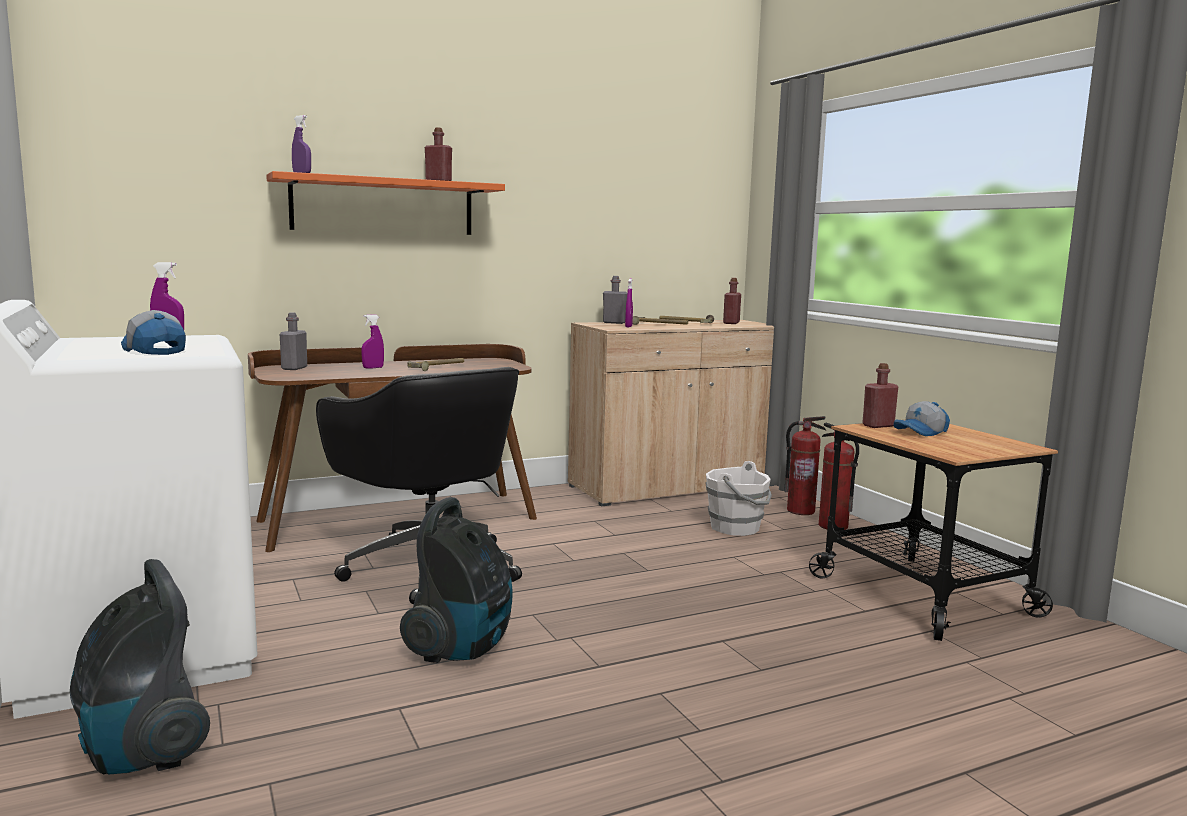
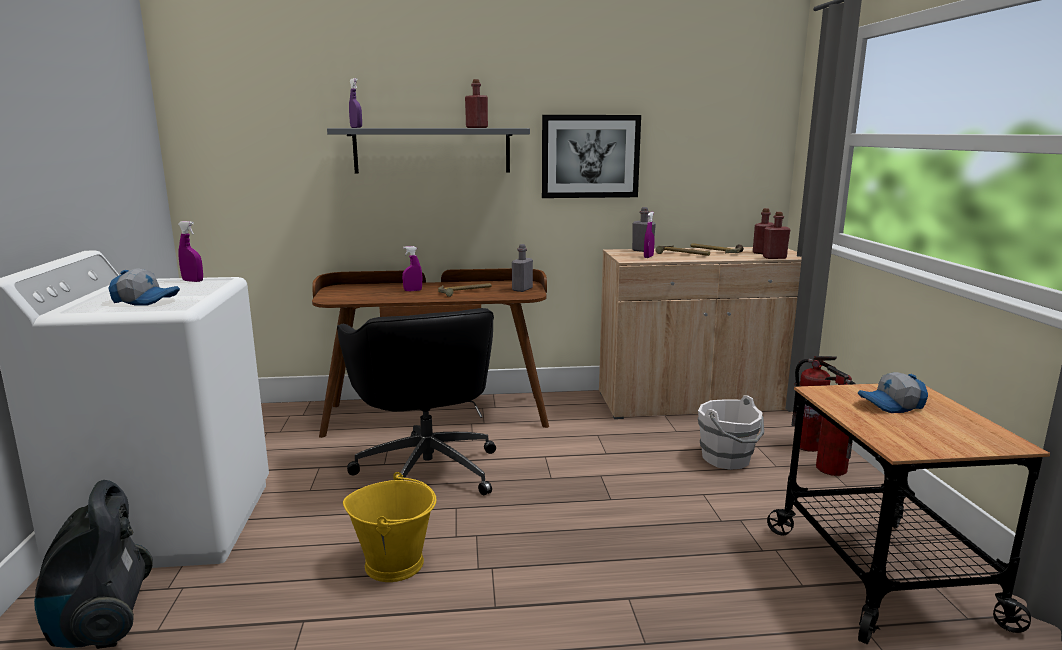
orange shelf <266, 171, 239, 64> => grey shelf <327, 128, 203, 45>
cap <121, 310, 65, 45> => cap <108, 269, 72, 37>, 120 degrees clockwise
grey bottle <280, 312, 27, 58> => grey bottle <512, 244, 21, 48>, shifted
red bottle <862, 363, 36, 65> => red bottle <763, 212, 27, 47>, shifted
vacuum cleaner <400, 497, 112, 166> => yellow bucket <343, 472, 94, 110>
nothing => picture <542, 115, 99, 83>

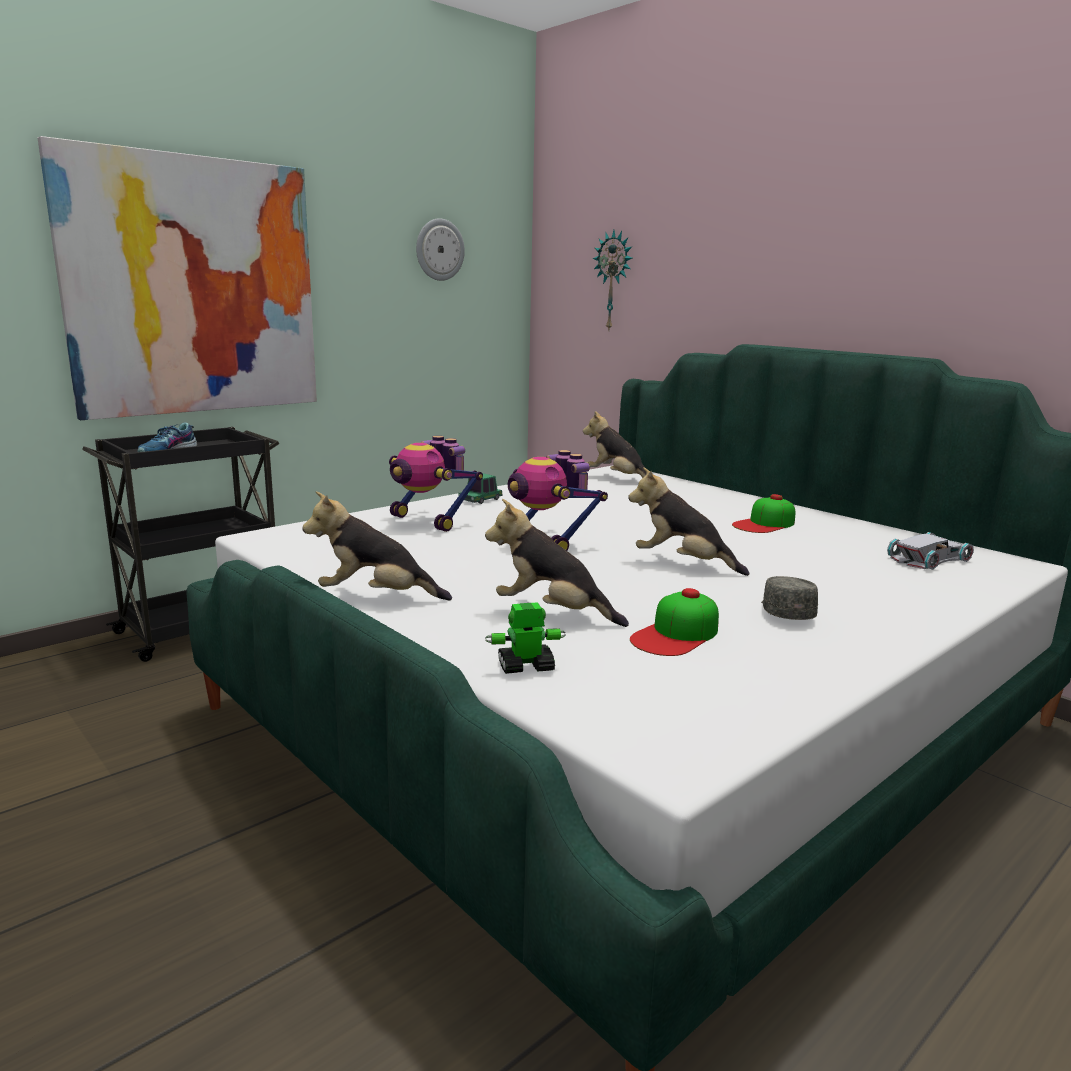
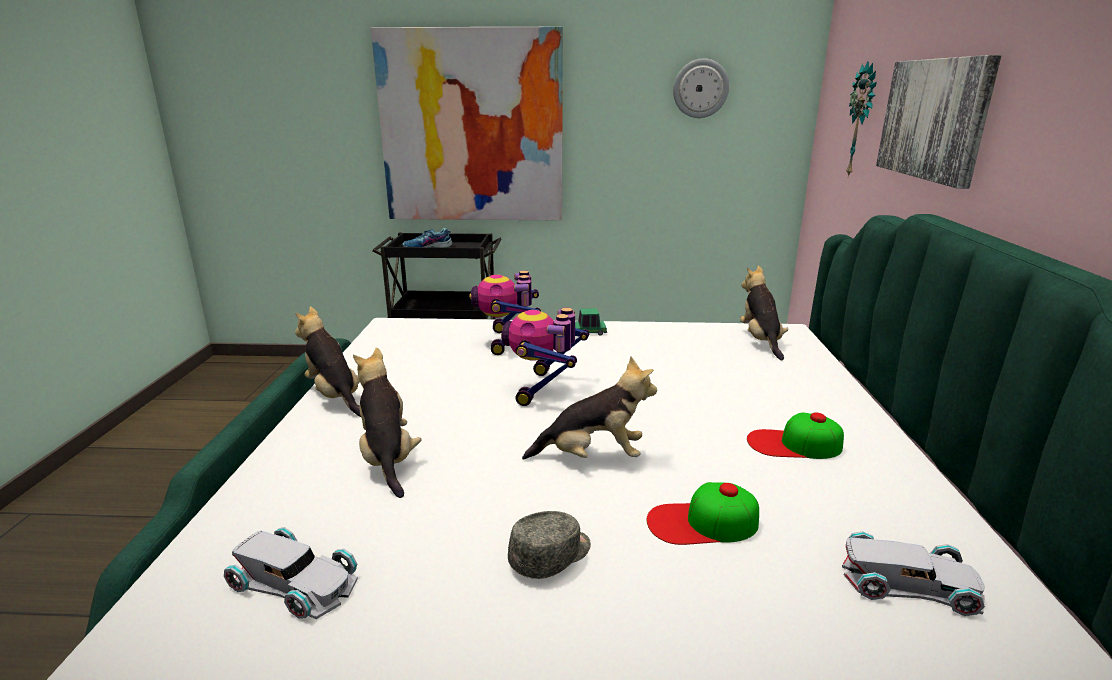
plush toy <628, 467, 121, 109> => plush toy <522, 357, 135, 103>, 105 degrees clockwise
cap <630, 588, 89, 68> => cap <647, 482, 112, 63>, shifted
toy robot <485, 602, 81, 72> => nothing
nothing => picture <876, 55, 125, 134>
nothing => white toy car <224, 527, 134, 92>

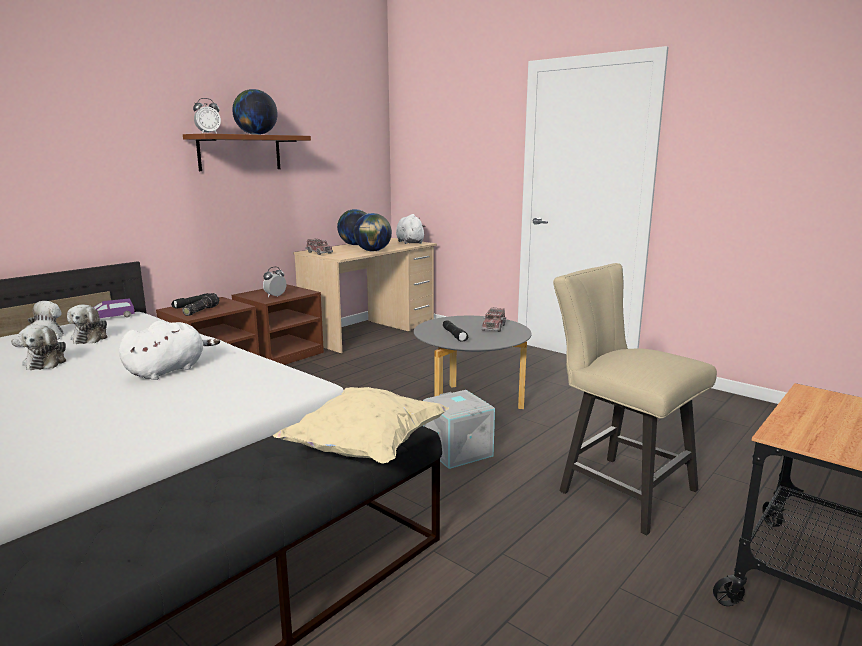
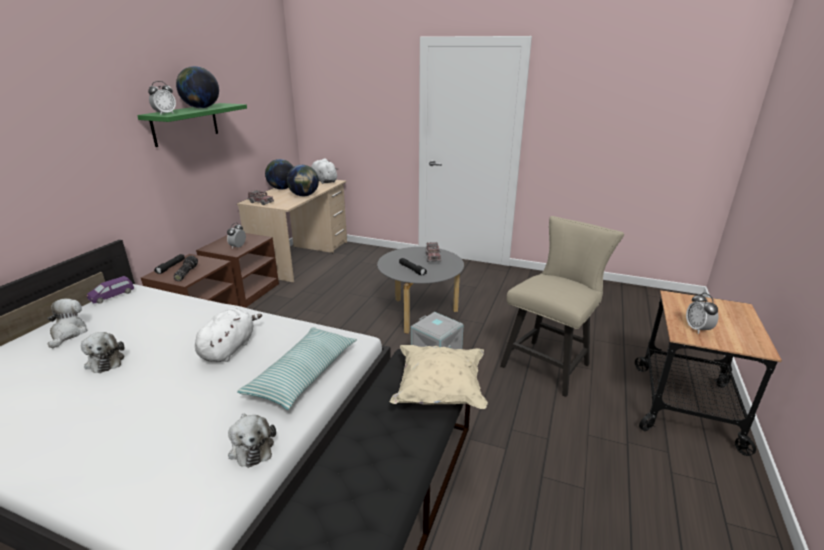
brown shelf <183, 133, 128, 38> => green shelf <137, 103, 110, 44>
beige chair <553, 263, 164, 273> => beige chair <500, 216, 124, 181>, 105 degrees clockwise
plush toy <67, 305, 41, 39> => plush toy <228, 414, 48, 54>, shifted
nothing => alarm clock <686, 293, 33, 41>
nothing => pillow <237, 327, 120, 83>

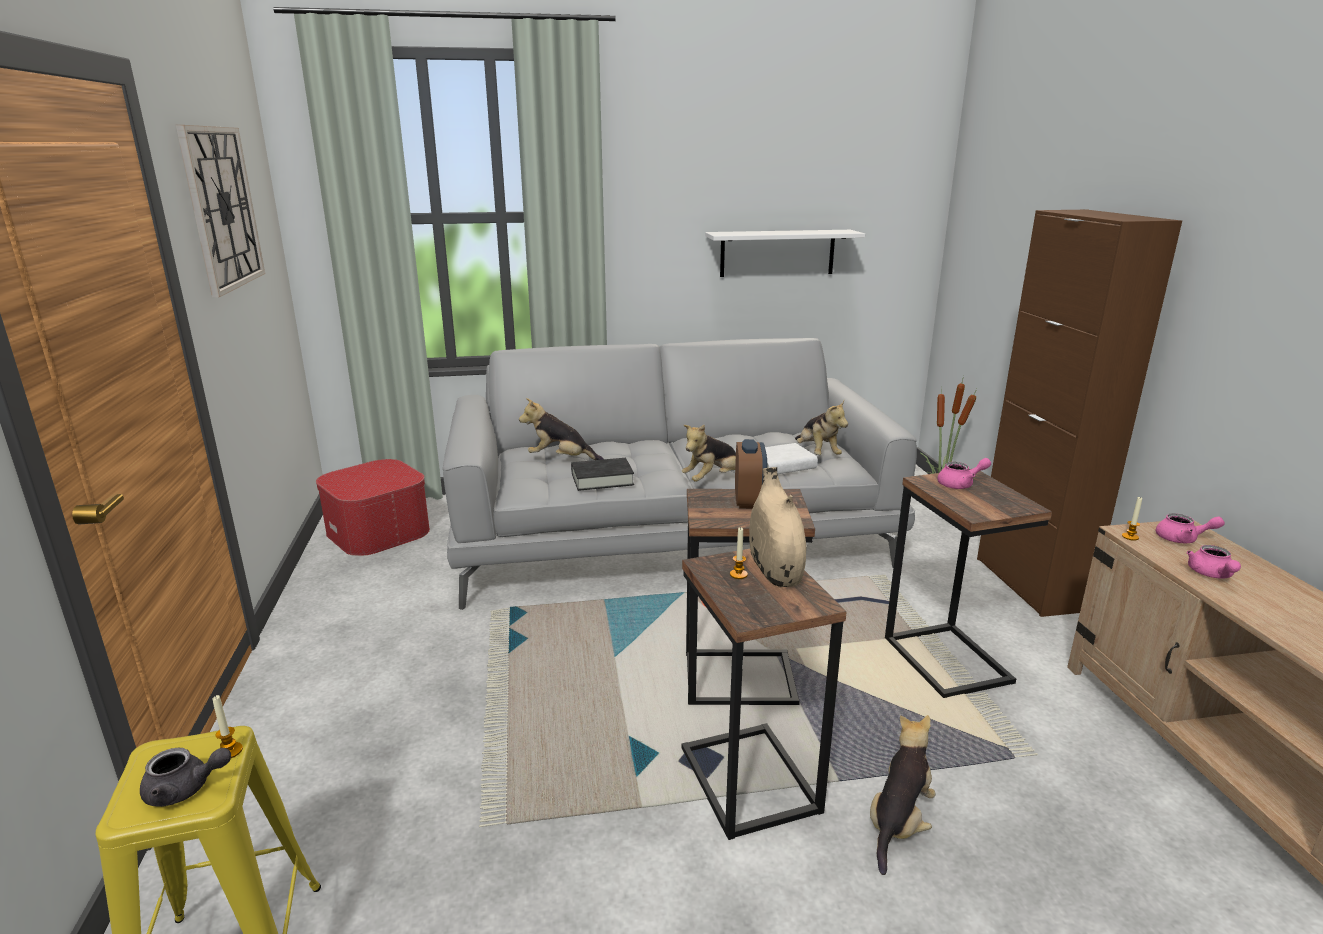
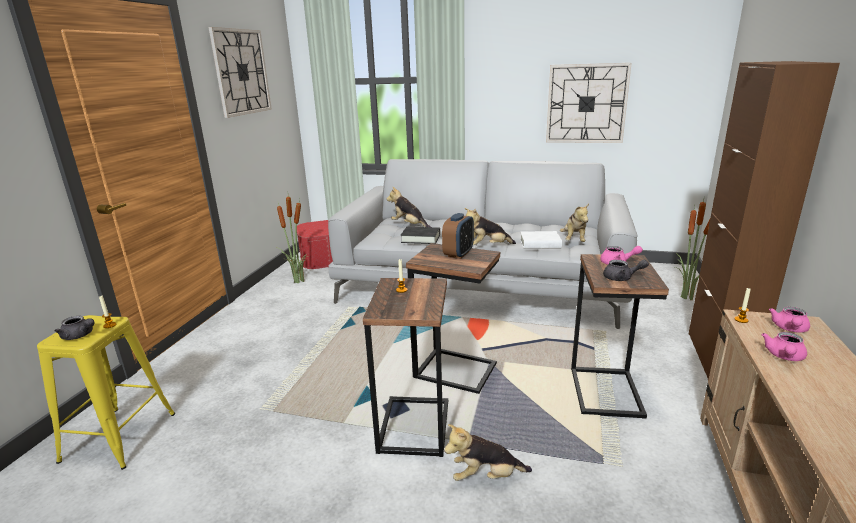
white shelf <705, 230, 160, 47> => wall clock <546, 63, 86, 80>
beige vase <749, 467, 57, 120> => nothing
pink teapot <1156, 513, 69, 30> => pink teapot <769, 307, 41, 26>, 75 degrees clockwise
plush toy <870, 715, 66, 160> => plush toy <444, 424, 88, 57>, 150 degrees counterclockwise
nothing => potted plant <276, 196, 32, 87>
nothing => grey teapot <603, 260, 46, 21>

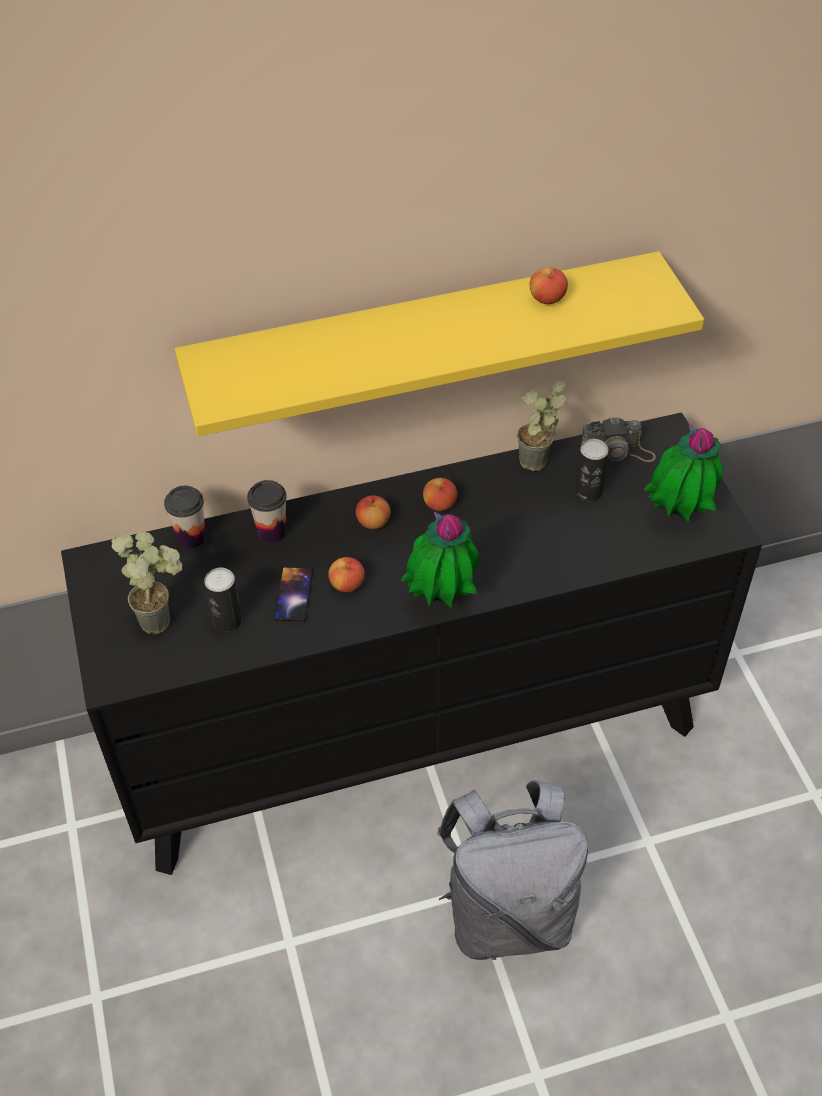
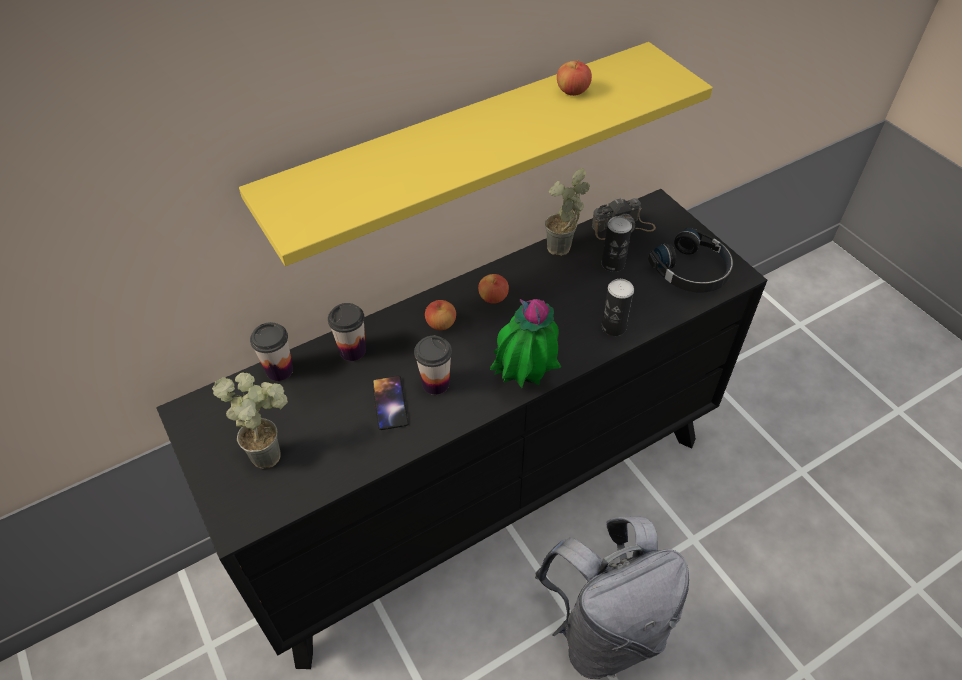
potted plant <644, 424, 79, 97> => black headphones <648, 228, 85, 65>
apple <328, 557, 37, 35> => cup <414, 336, 38, 59>
can <204, 568, 38, 64> => can <602, 279, 32, 57>, shifted

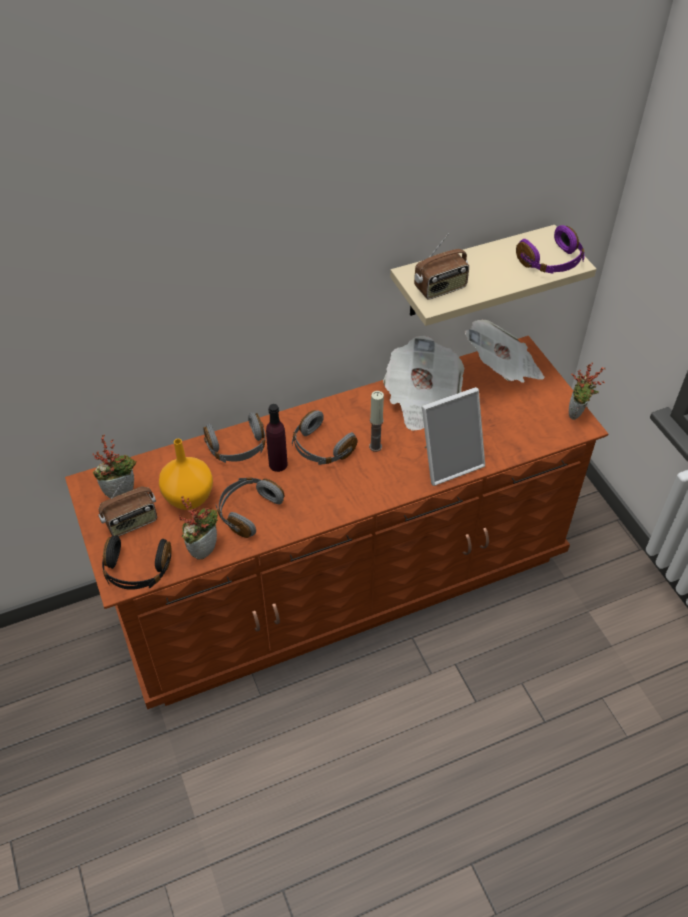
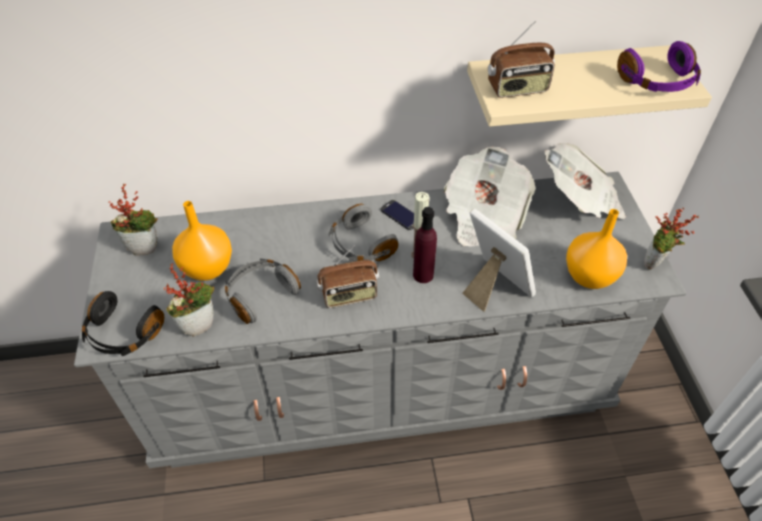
brown dresser <65, 336, 543, 374> => grey dresser <74, 172, 613, 296>
picture frame <422, 387, 63, 99> => picture frame <462, 209, 74, 103>, 120 degrees counterclockwise
purple bottle <266, 404, 22, 68> => purple bottle <413, 207, 24, 76>, shifted
grey headphones <203, 413, 62, 50> => nothing
radio <98, 476, 59, 60> => radio <317, 245, 62, 63>, shifted
nothing => phone <380, 200, 34, 30>
nothing => orange vase <566, 209, 61, 80>

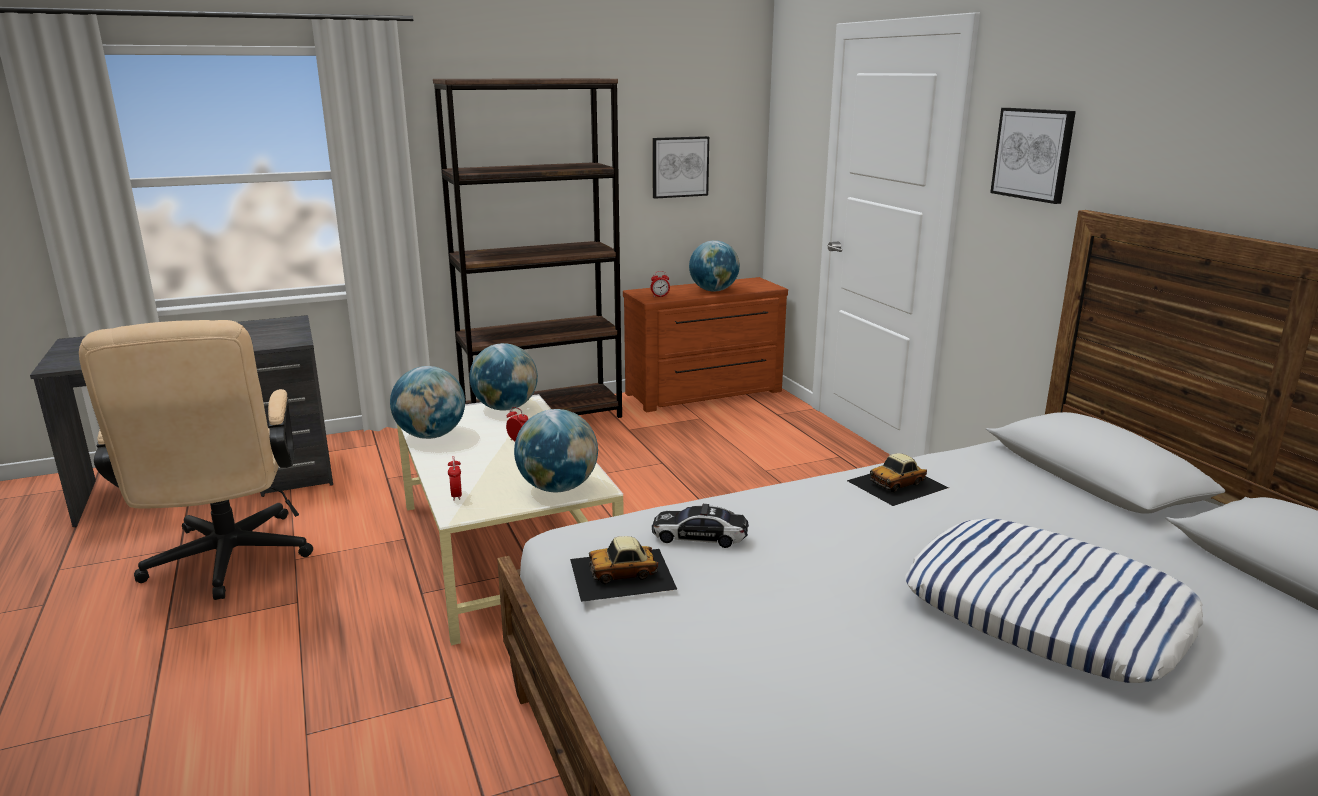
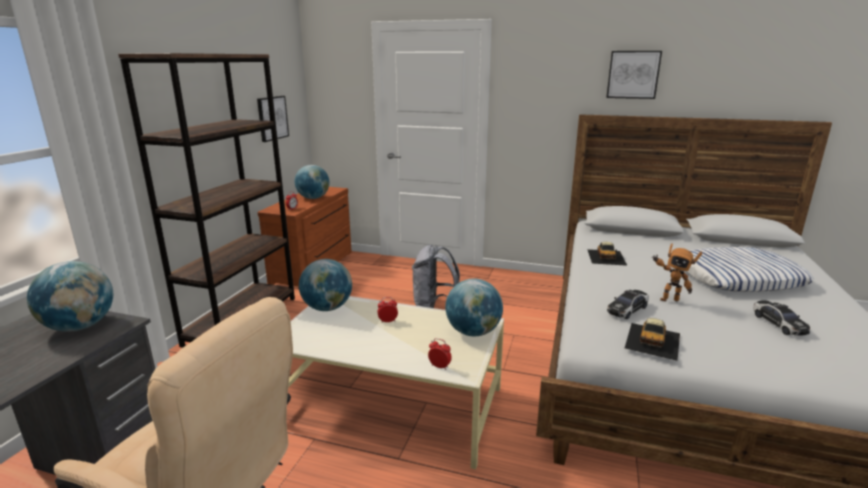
picture <990, 108, 86, 96> => picture <606, 51, 56, 48>, shifted
globe <390, 366, 75, 73> => globe <27, 261, 86, 70>, shifted
nothing => toy robot <652, 244, 50, 57>
nothing => grey backpack <412, 245, 48, 63>
nothing => toy car <753, 301, 57, 35>

